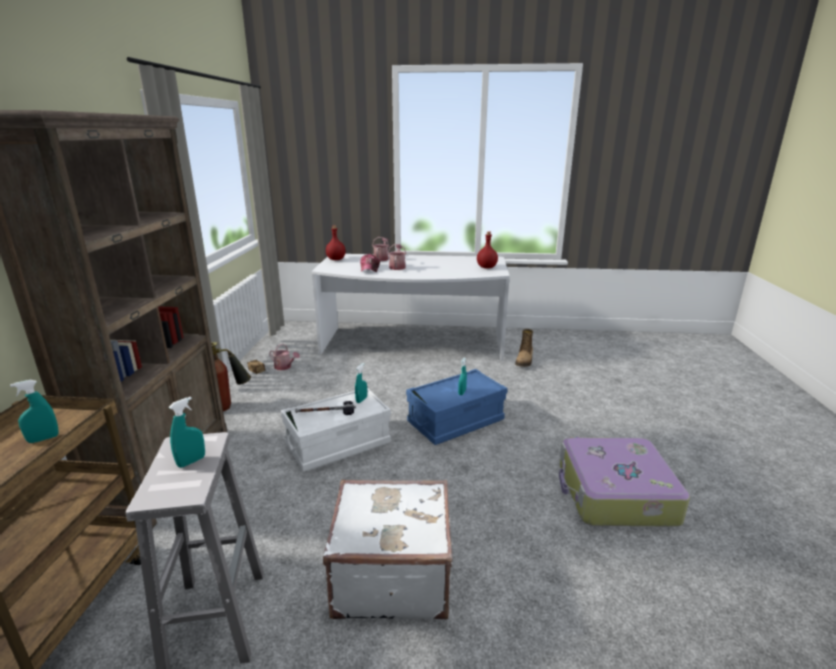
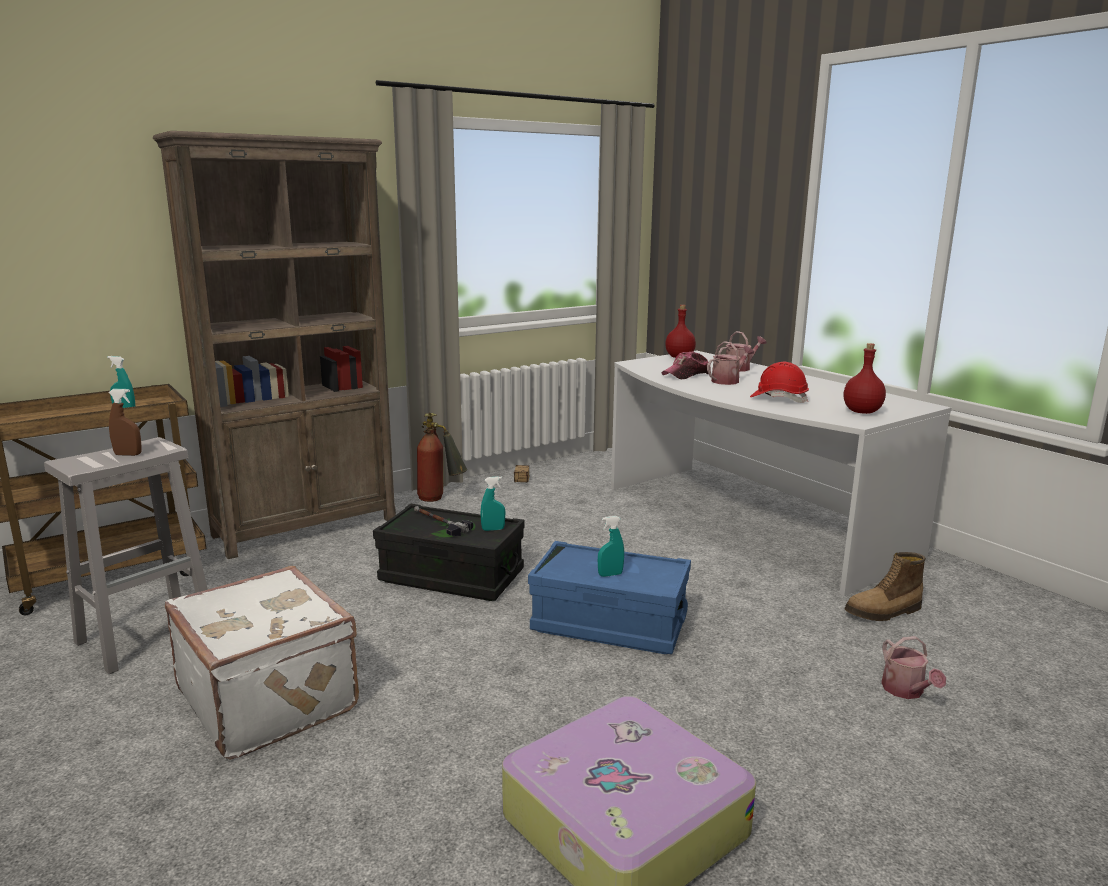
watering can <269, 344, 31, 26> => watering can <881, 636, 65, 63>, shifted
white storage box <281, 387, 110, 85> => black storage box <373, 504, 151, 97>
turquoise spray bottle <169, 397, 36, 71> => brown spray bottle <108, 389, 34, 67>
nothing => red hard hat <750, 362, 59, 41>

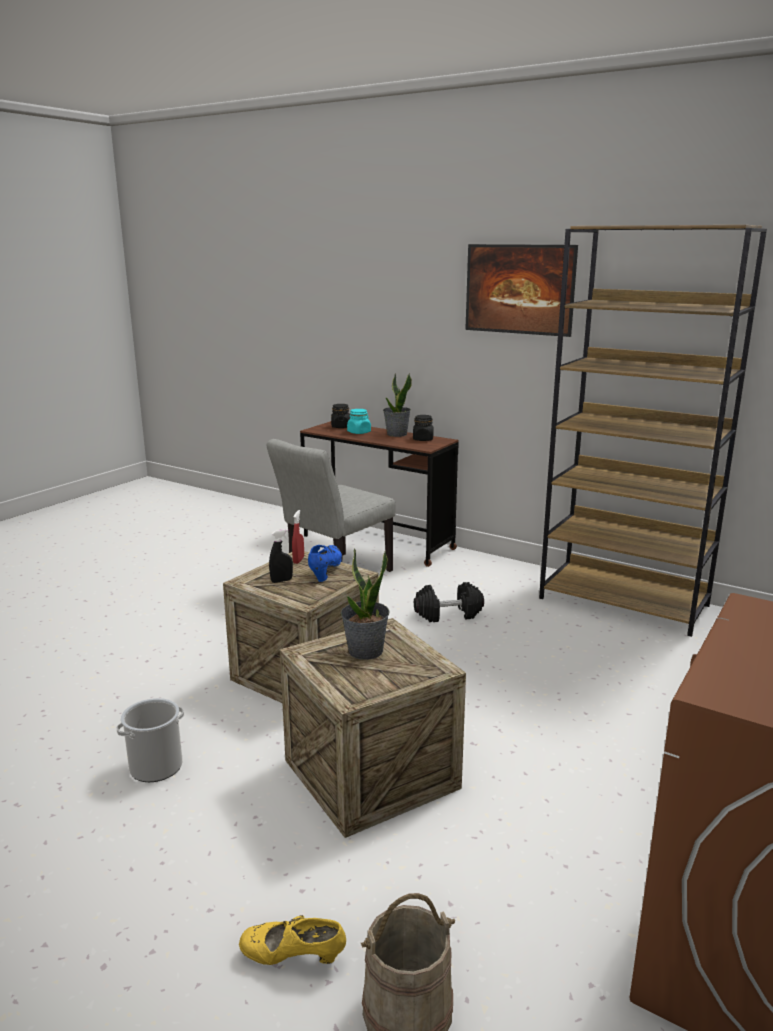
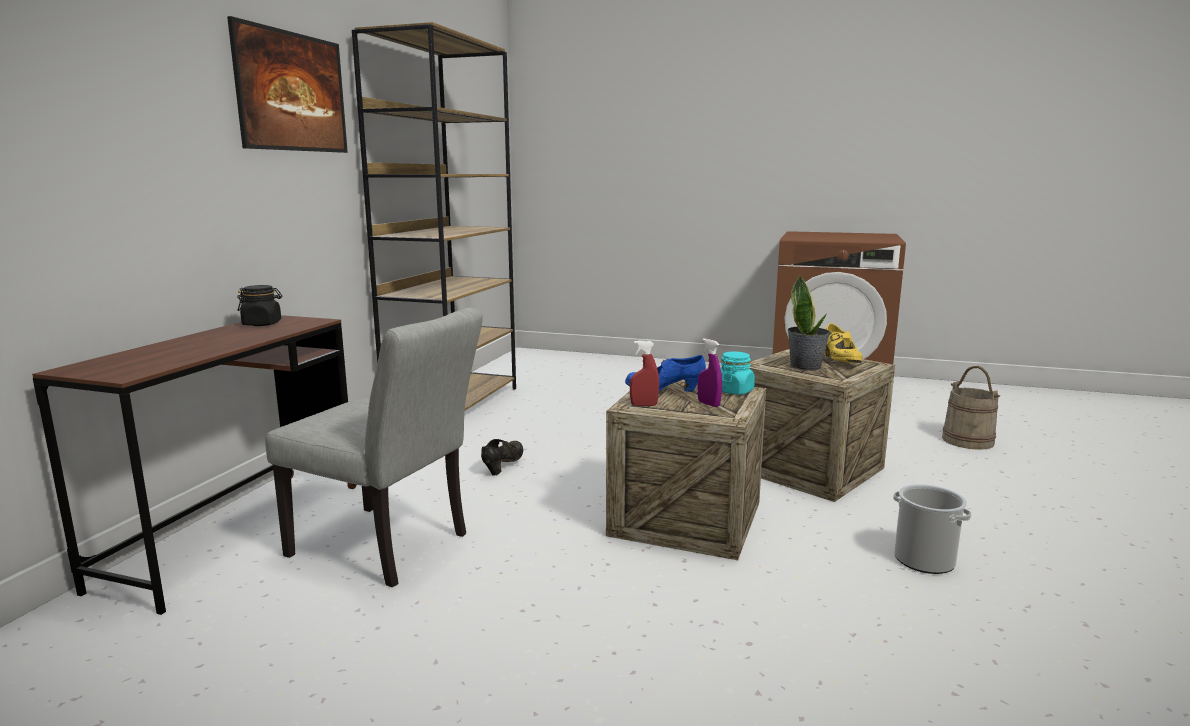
potted plant <383, 373, 29, 64> => nothing
black jar <331, 404, 19, 24> => nothing
turquoise jar <347, 409, 24, 25> => turquoise jar <720, 351, 35, 44>, shifted
black spray bottle <269, 529, 24, 54> => purple spray bottle <698, 338, 24, 69>
black dumbbell <414, 582, 70, 40> => black shoe <481, 439, 42, 37>
yellow shoe <239, 915, 107, 50> => yellow shoe <824, 323, 39, 40>, shifted

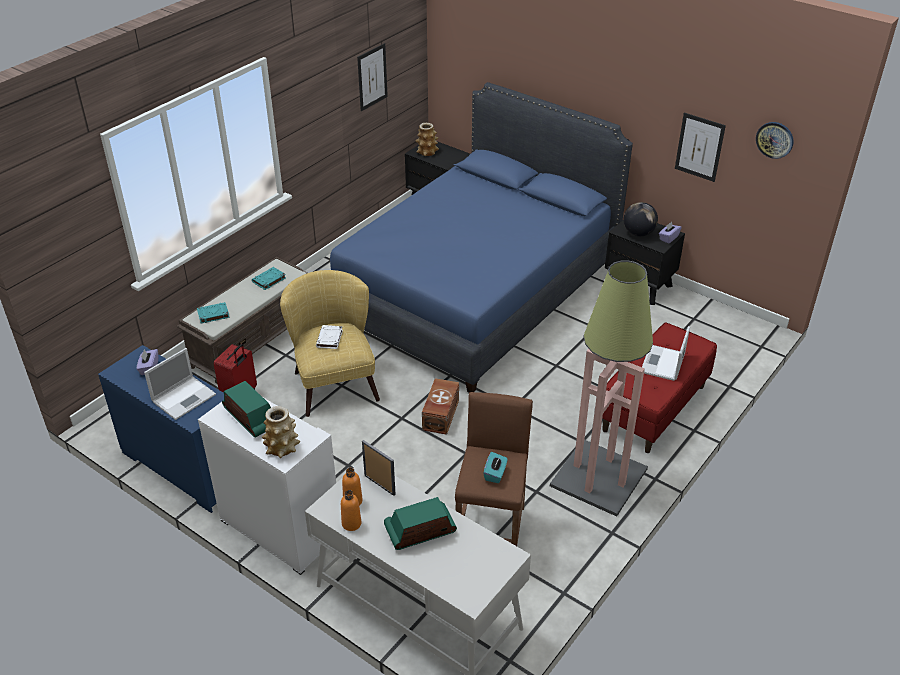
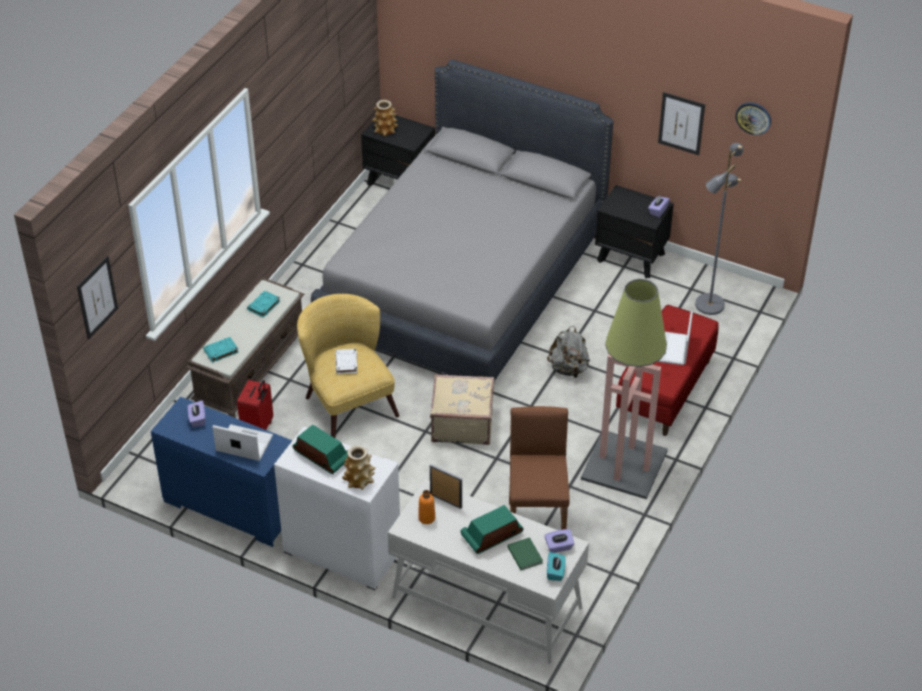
picture <357, 43, 31, 68> => picture <77, 256, 41, 84>, shifted
blue bed <330, 82, 303, 310> => grey bed <311, 59, 302, 322>
globe <623, 202, 35, 34> => nothing
laptop <144, 348, 72, 72> => laptop <213, 424, 60, 37>, 105 degrees counterclockwise
brown storage box <422, 378, 37, 57> => beige suitcase <430, 374, 64, 71>
turquoise tissue box <484, 452, 24, 31> => turquoise tissue box <547, 552, 19, 29>, shifted
orange bottle <341, 490, 20, 41> => nothing
nothing => grey floor lamp <695, 143, 48, 172>
nothing => grey backpack <547, 326, 43, 52>
nothing => purple tissue box <545, 529, 30, 24>
nothing => green book <508, 537, 35, 33>

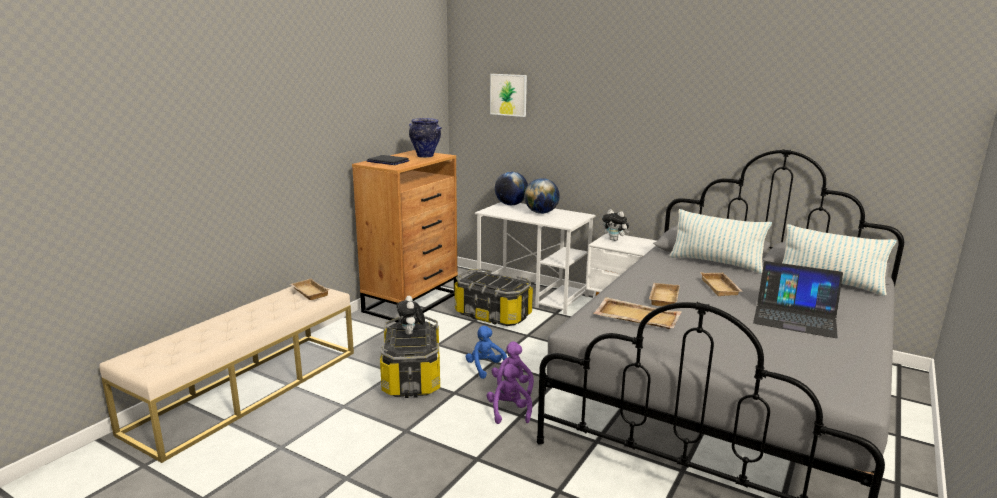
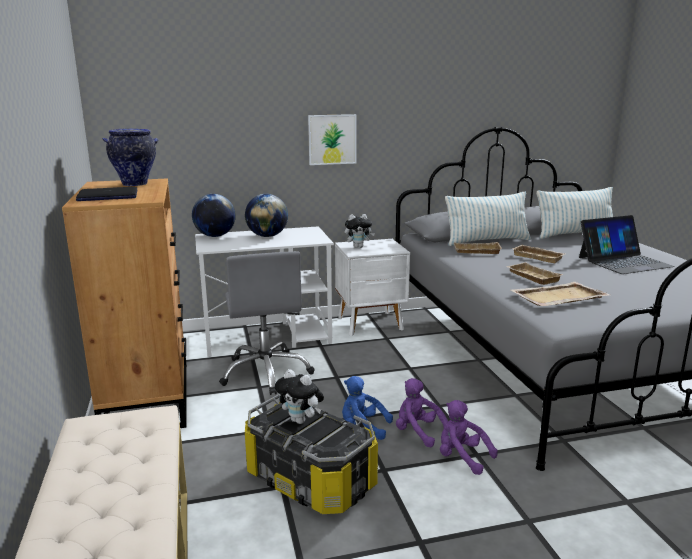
picture <490, 74, 37, 43> => picture <308, 114, 49, 51>, shifted
storage box <454, 269, 79, 57> => grey office chair <219, 251, 96, 144>
beige tray <290, 279, 40, 21> => beige tray <454, 242, 48, 12>, shifted

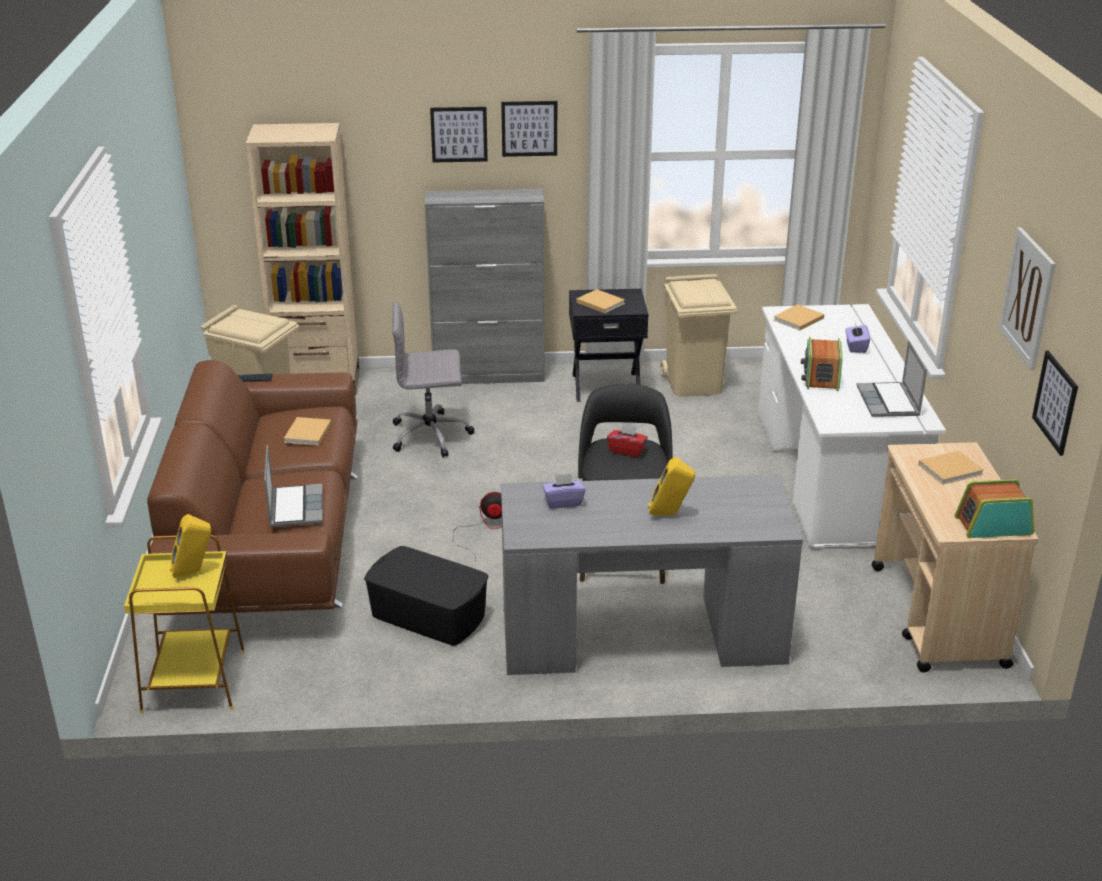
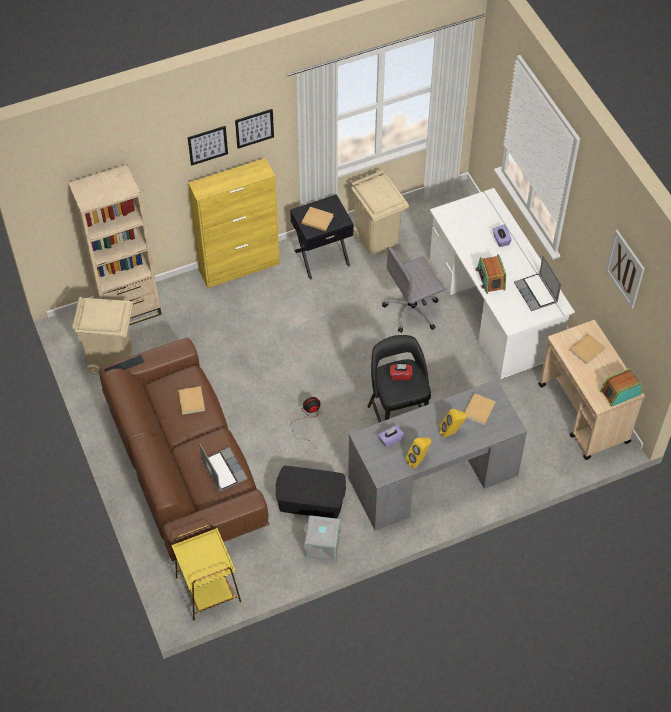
grey cabinet <425, 189, 120, 195> => yellow cabinet <188, 158, 92, 130>
grey office chair <392, 302, 83, 155> => grey office chair <382, 246, 62, 87>, shifted
beige book <773, 304, 51, 27> => beige book <464, 393, 32, 32>, shifted
picture <1032, 351, 46, 105> => nothing
yellow speaker <169, 514, 42, 64> => yellow speaker <405, 438, 26, 31>, shifted
nothing => grey storage box <304, 515, 37, 46>

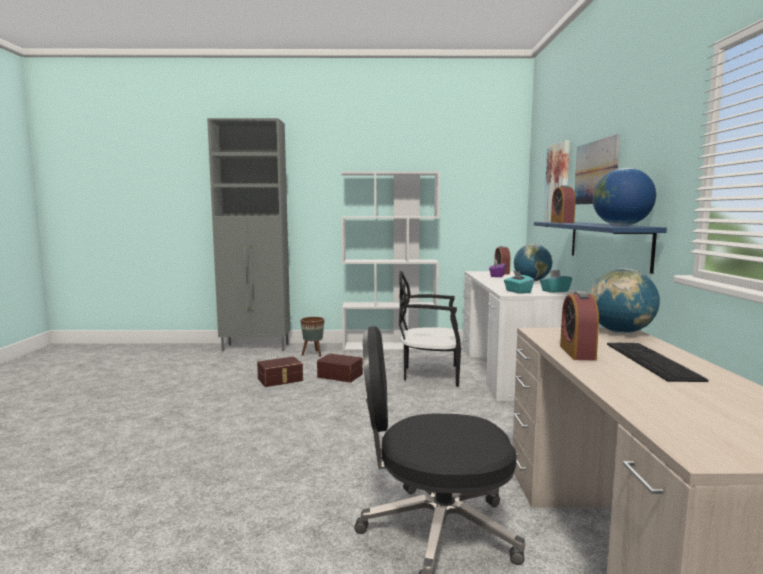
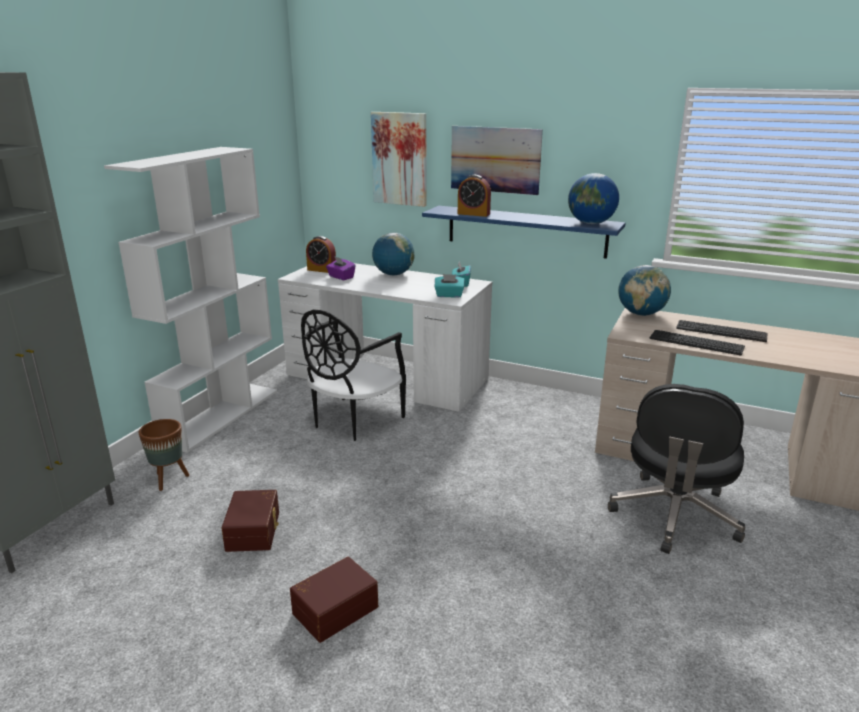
alarm clock <560, 291, 39, 69> => keyboard <649, 330, 96, 26>
brown storage box <317, 353, 46, 29> => brown storage box <290, 556, 88, 87>, shifted

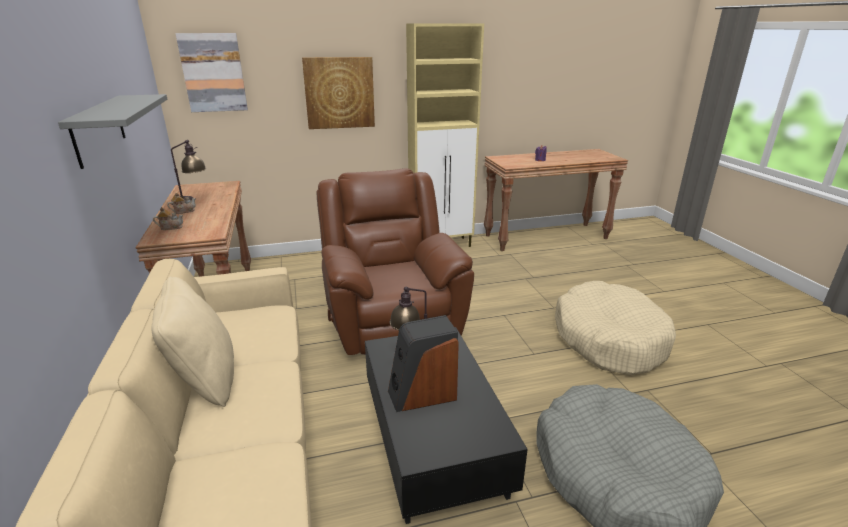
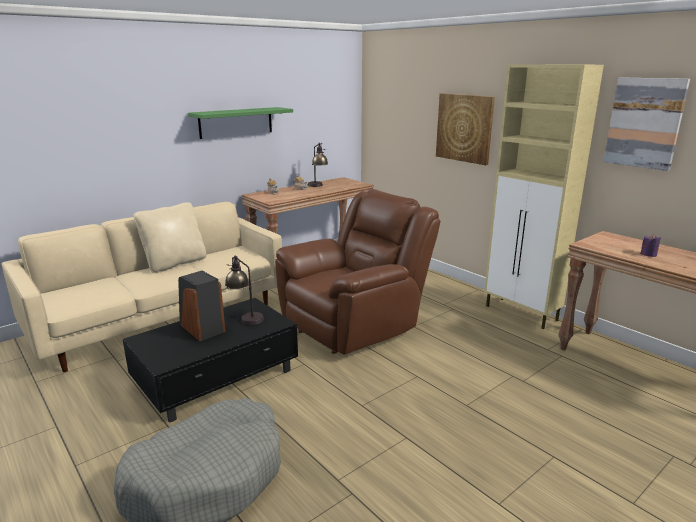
picture <176, 33, 72, 79> => picture <603, 77, 87, 94>, shifted
grey shelf <58, 94, 109, 75> => green shelf <188, 107, 105, 32>
beige dog bed <555, 281, 121, 95> => nothing

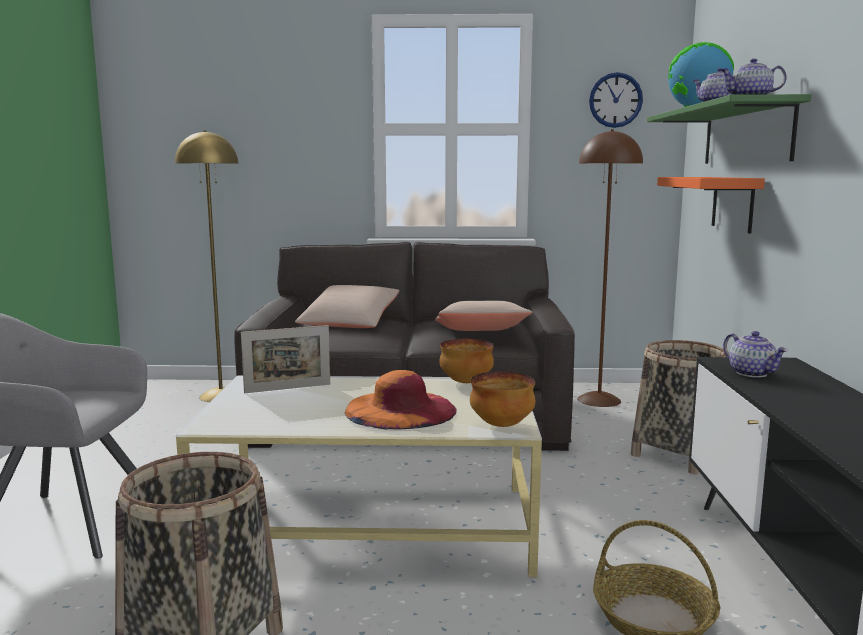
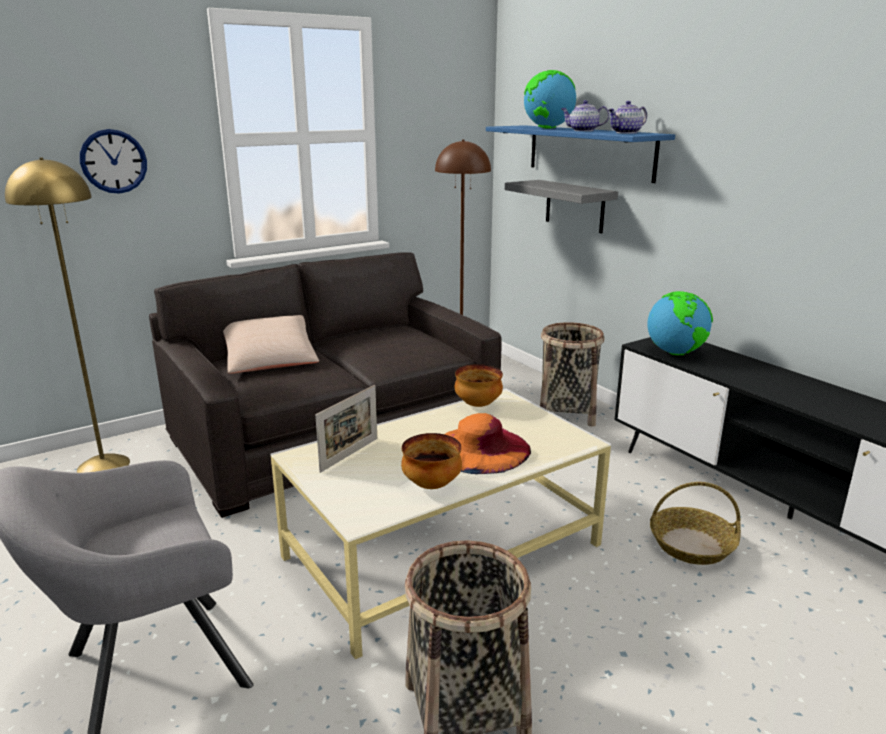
wall clock <589, 72, 54, 56> => wall clock <80, 129, 67, 65>, shifted
green shelf <647, 94, 164, 70> => blue shelf <486, 125, 189, 58>
orange shelf <657, 177, 108, 57> => grey shelf <505, 180, 113, 53>
beige pillow <435, 301, 98, 30> => nothing
teapot <723, 331, 65, 47> => globe <647, 291, 66, 64>
bowl <470, 372, 65, 55> => bowl <401, 433, 61, 56>, shifted

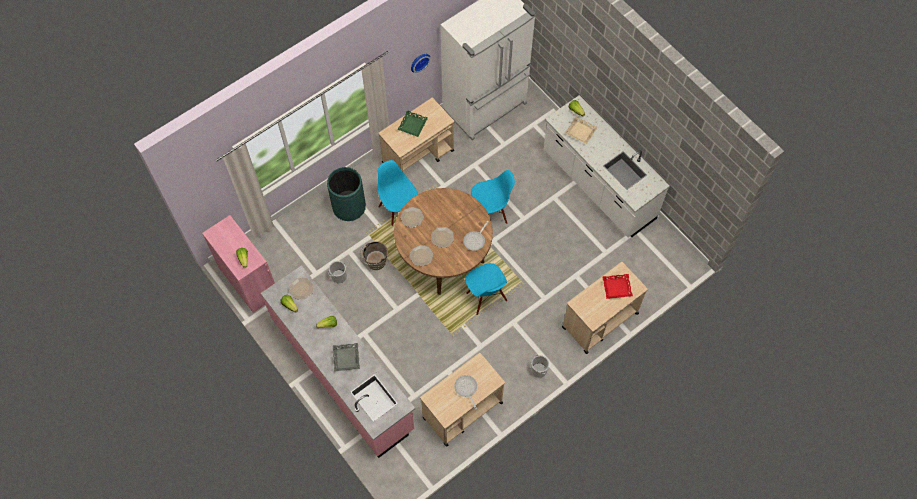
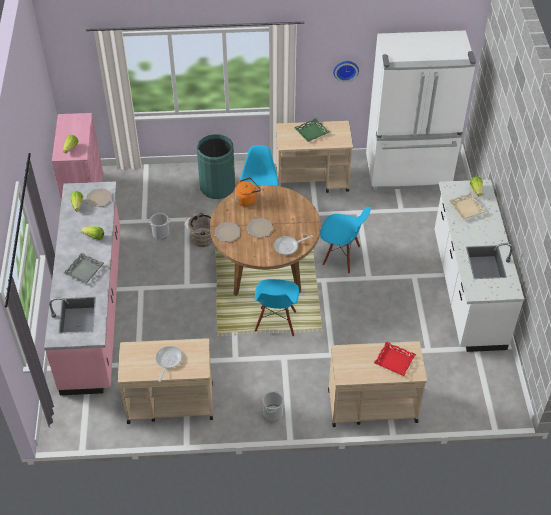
plate <400, 207, 24, 21> => orange kettle <235, 178, 26, 28>

